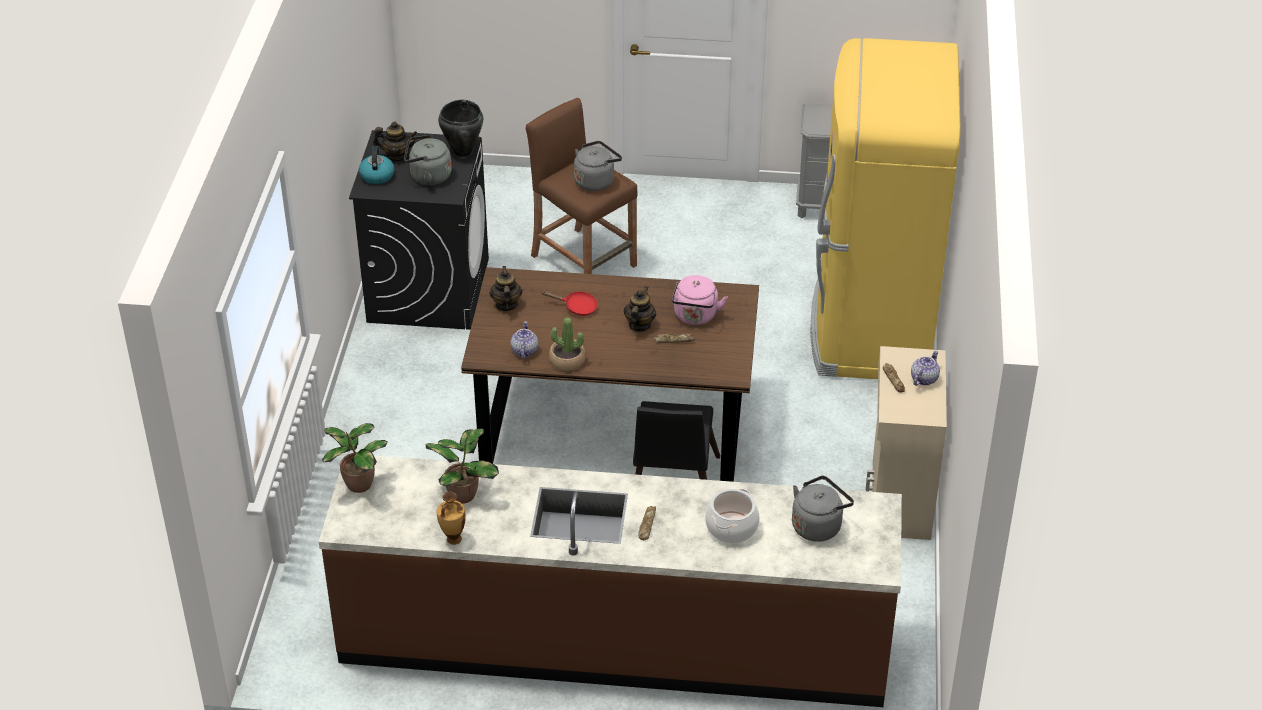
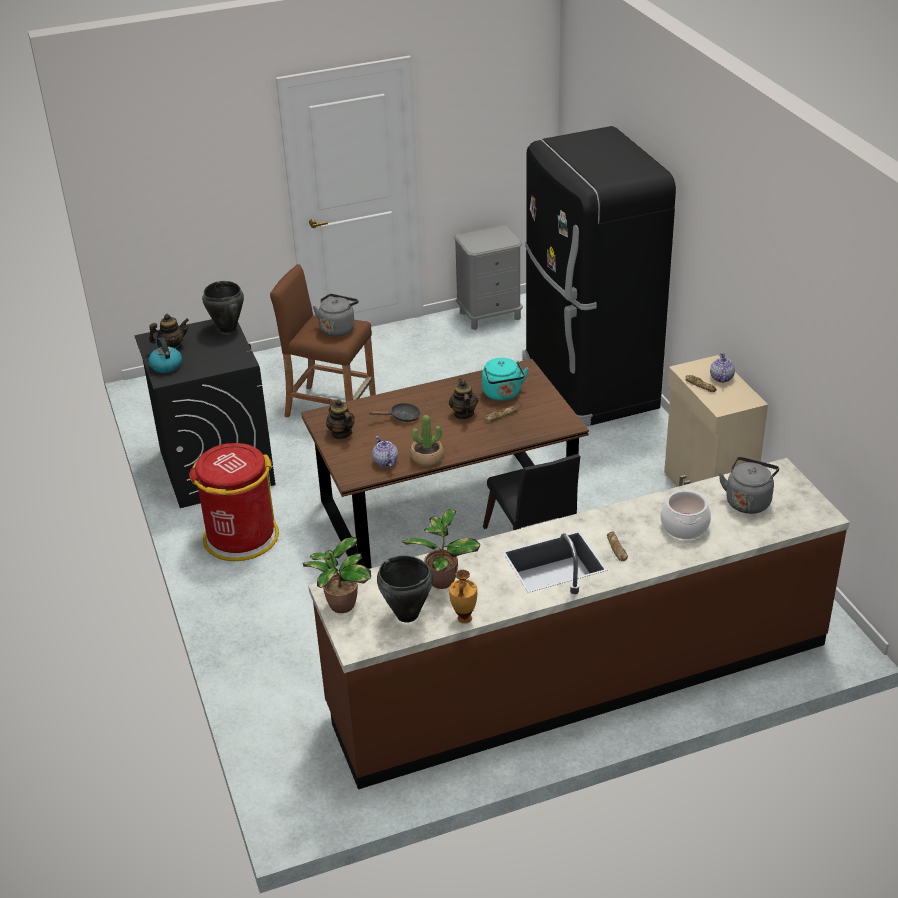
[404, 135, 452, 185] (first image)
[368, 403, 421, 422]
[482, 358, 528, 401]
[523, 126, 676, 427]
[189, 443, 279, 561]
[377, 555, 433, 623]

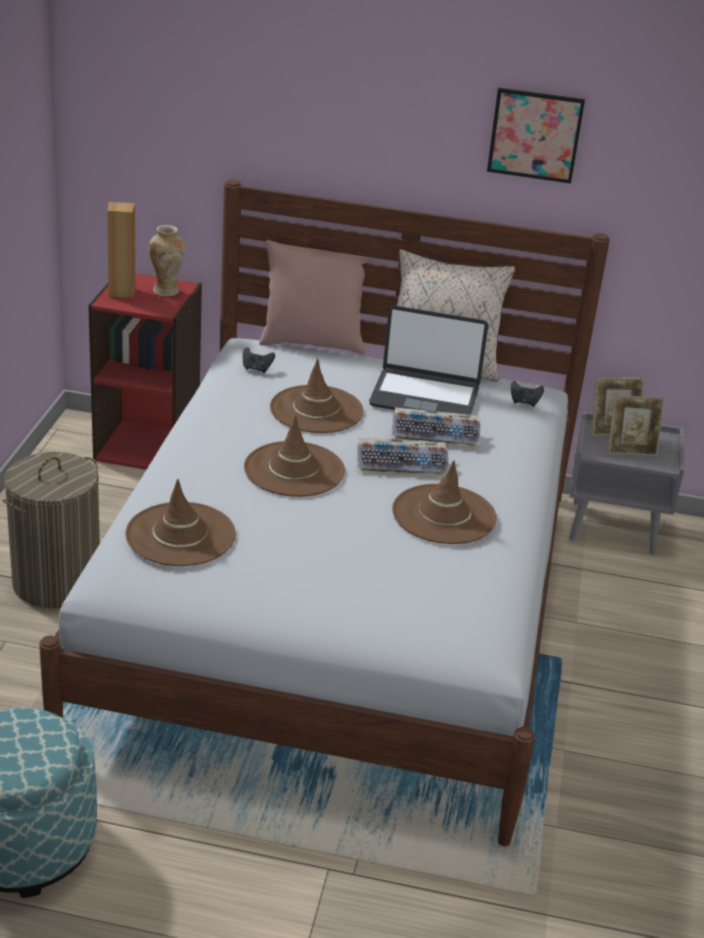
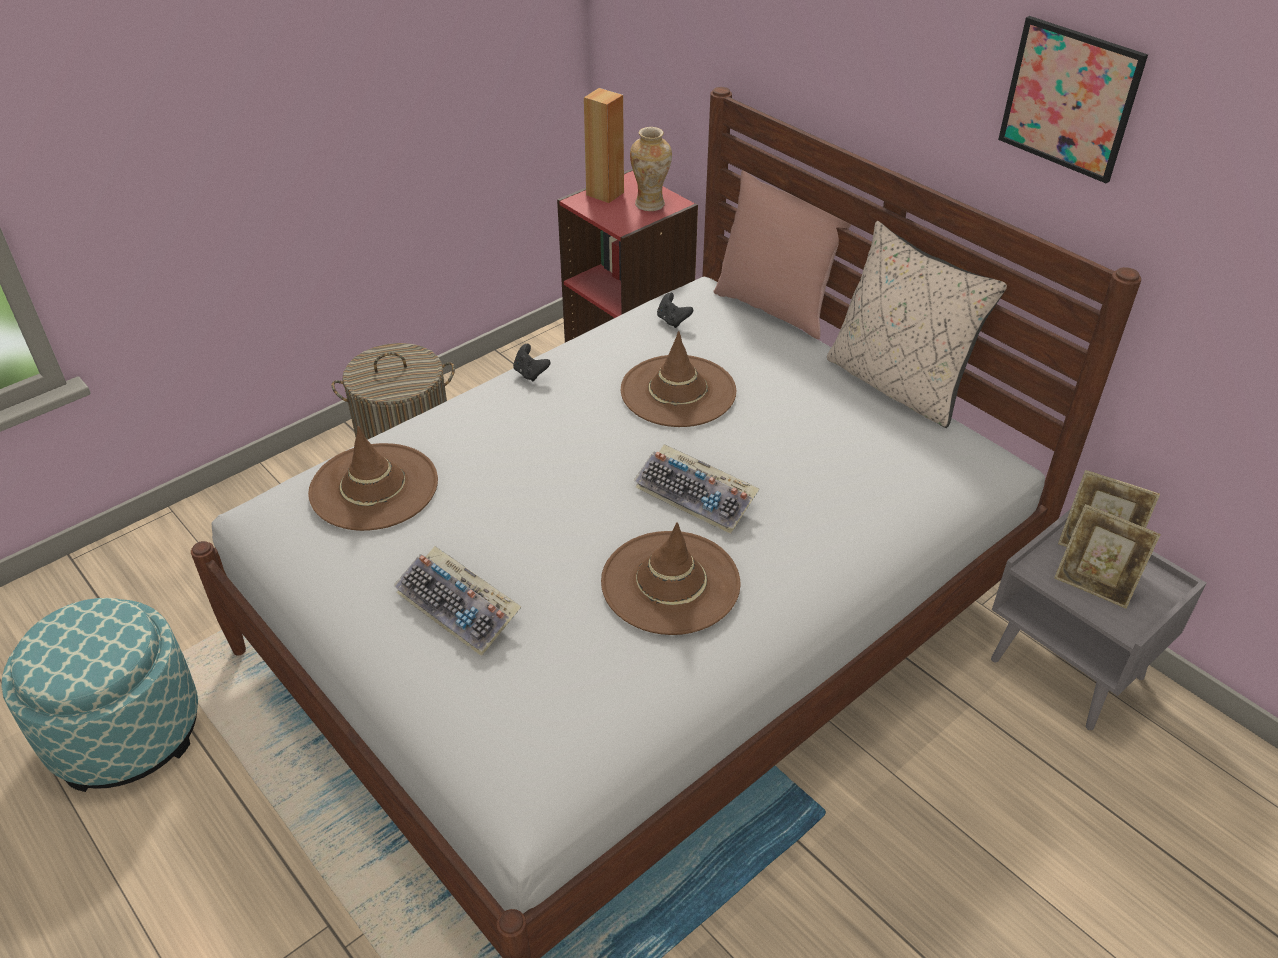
[244, 415, 345, 497] (first image)
[369, 305, 488, 415] (first image)
[393, 546, 521, 656]
[513, 344, 551, 381]

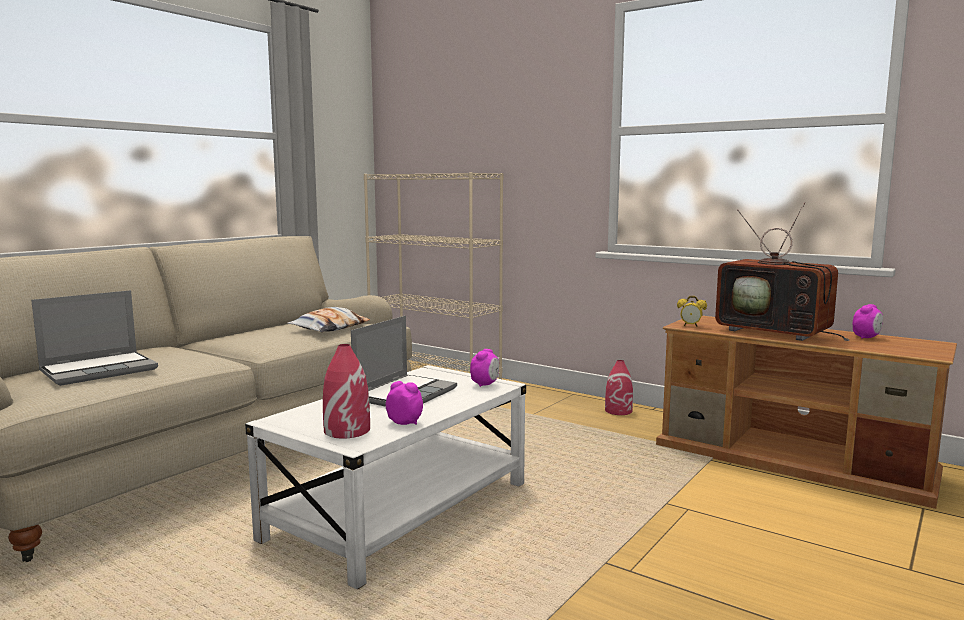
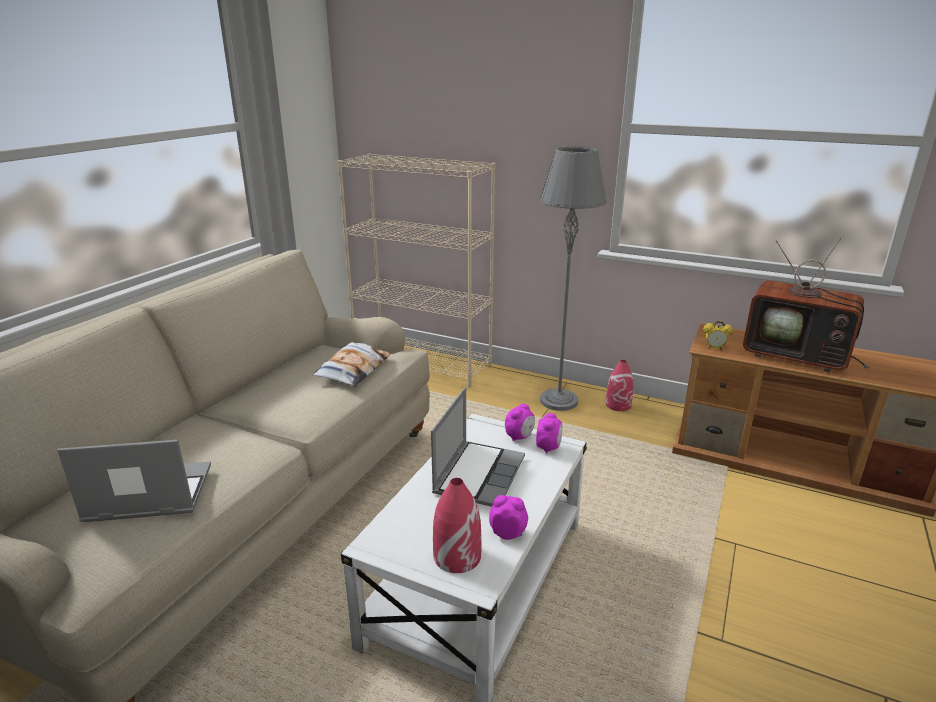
[57, 440, 211, 522]
[505, 404, 535, 441]
[540, 147, 607, 411]

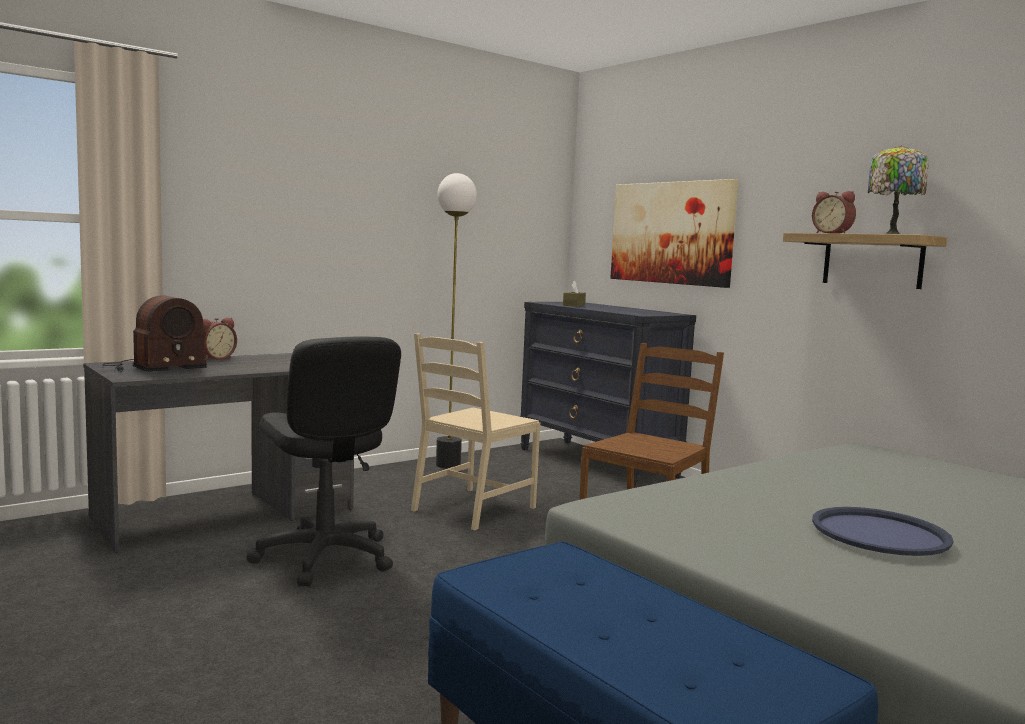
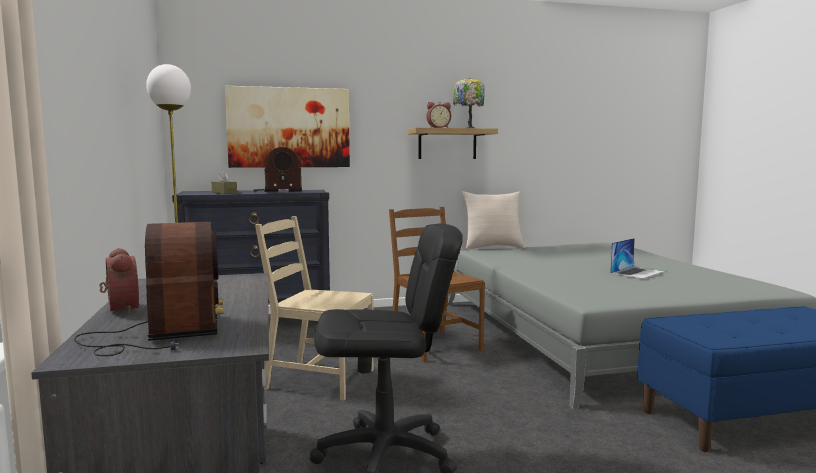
[255, 216, 374, 400]
[610, 238, 664, 279]
[253, 147, 302, 192]
[462, 191, 526, 250]

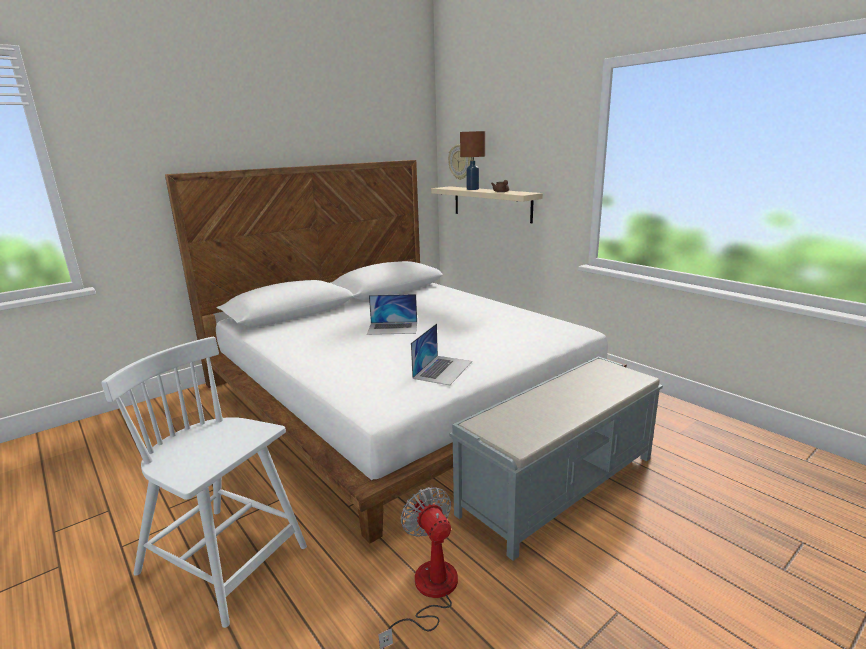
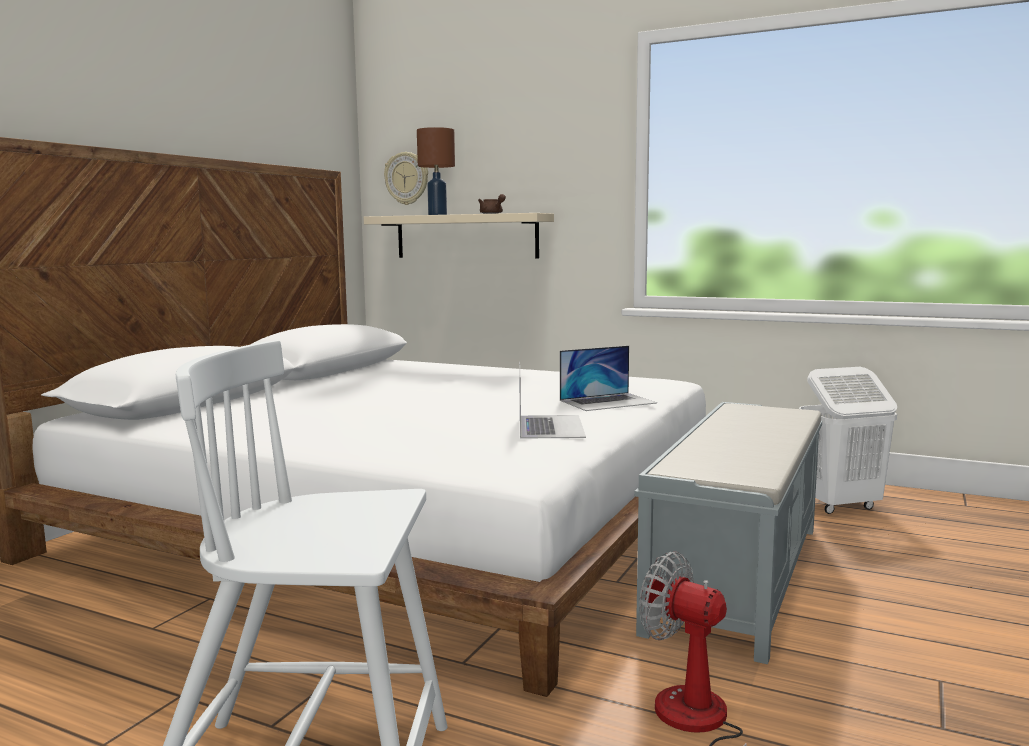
[560, 346, 657, 411]
[799, 367, 897, 514]

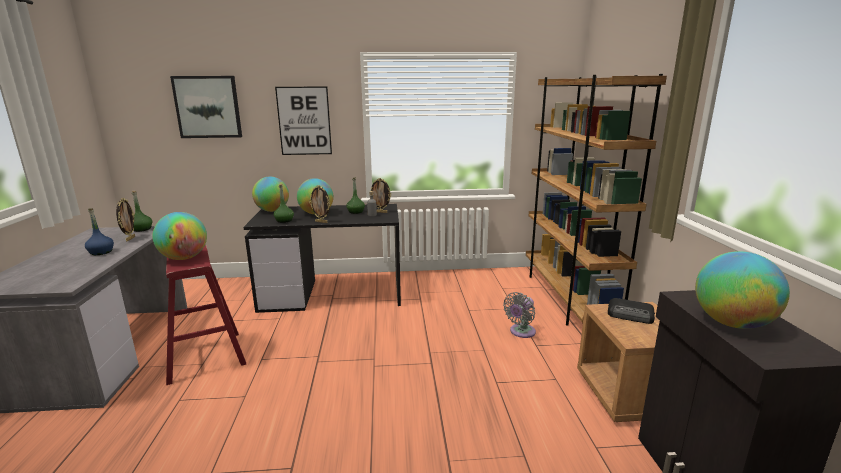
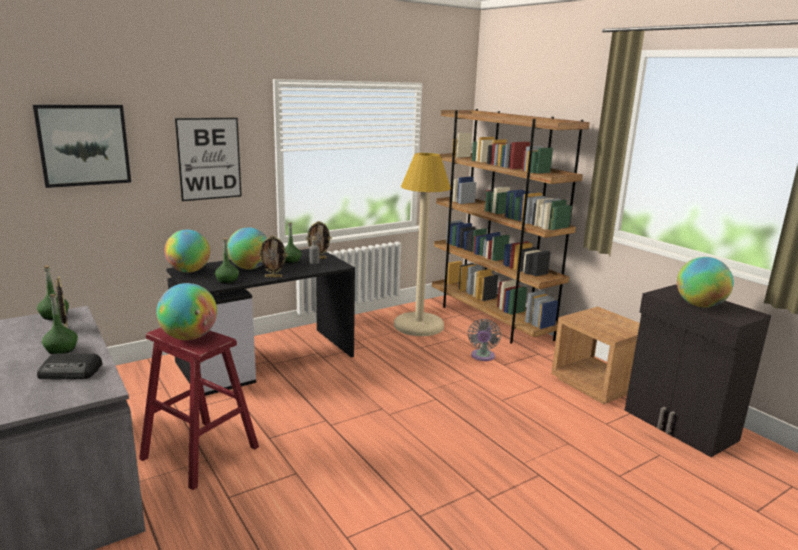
[42, 294, 78, 354]
[37, 353, 102, 379]
[394, 153, 451, 336]

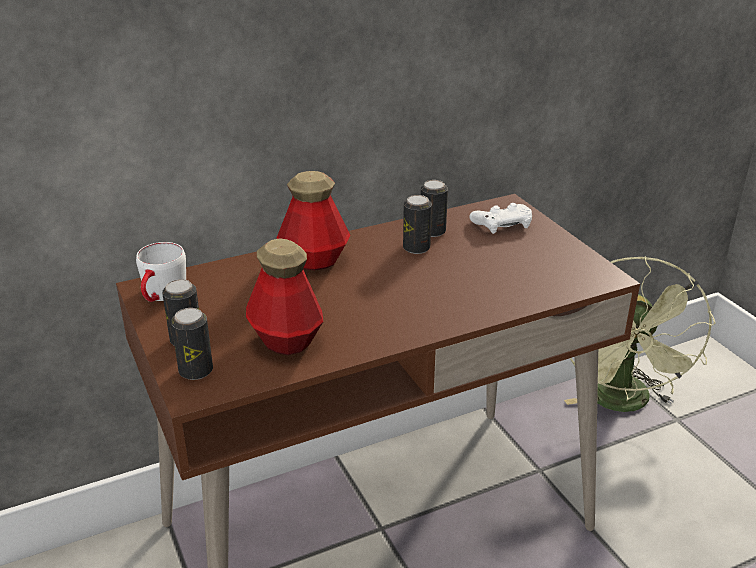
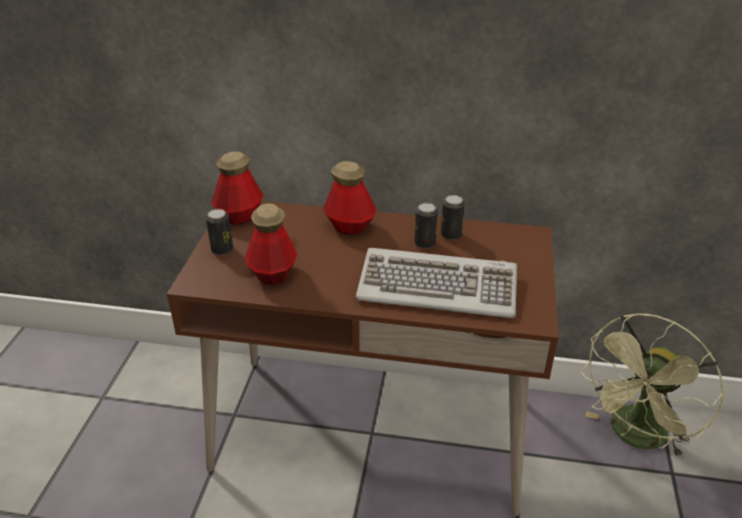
[211, 151, 264, 225]
[171, 308, 213, 380] (first image)
[469, 203, 532, 234] (first image)
[355, 248, 517, 318]

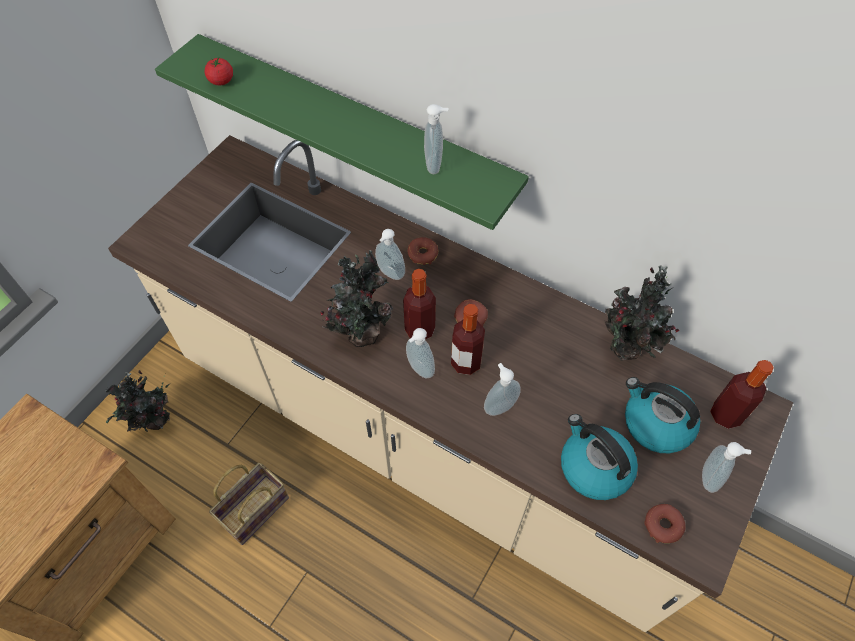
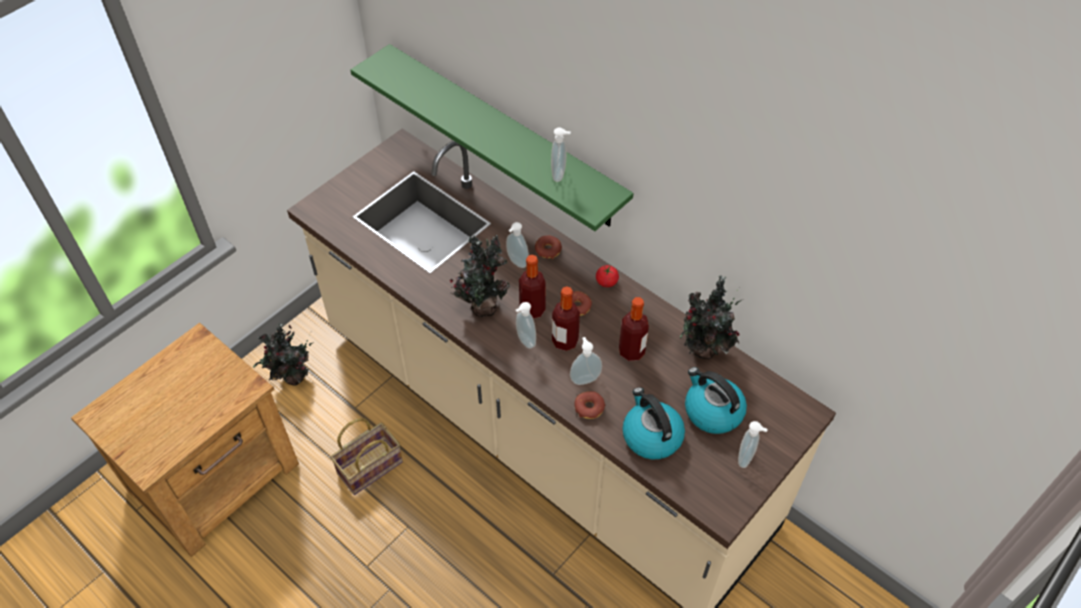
[596, 265, 619, 287]
[575, 391, 605, 419]
[619, 297, 649, 361]

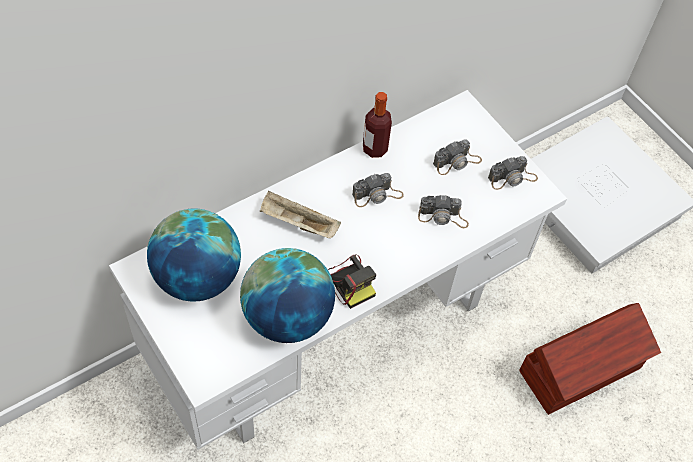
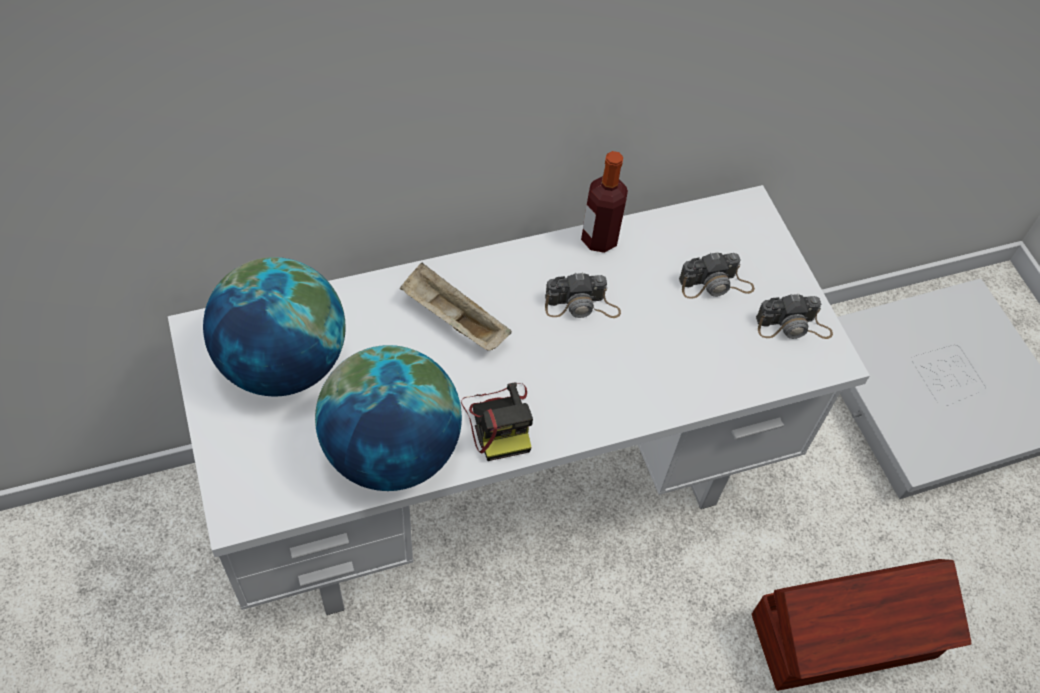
[418, 195, 469, 228] (first image)

